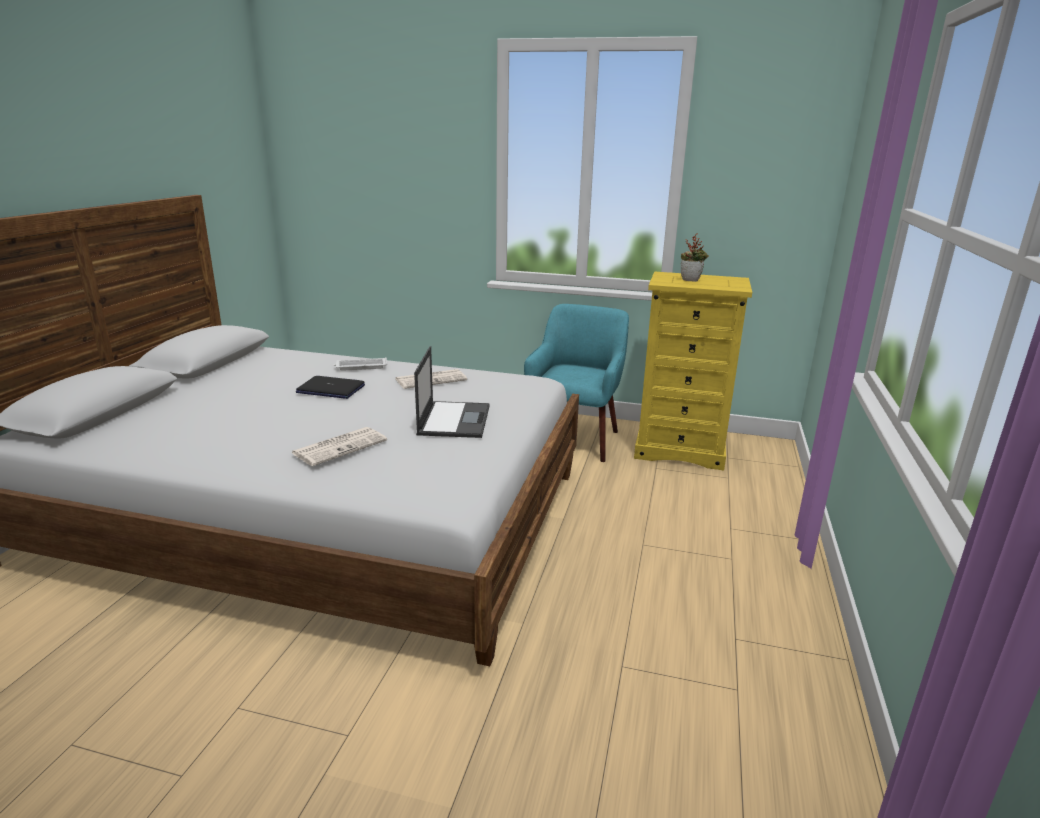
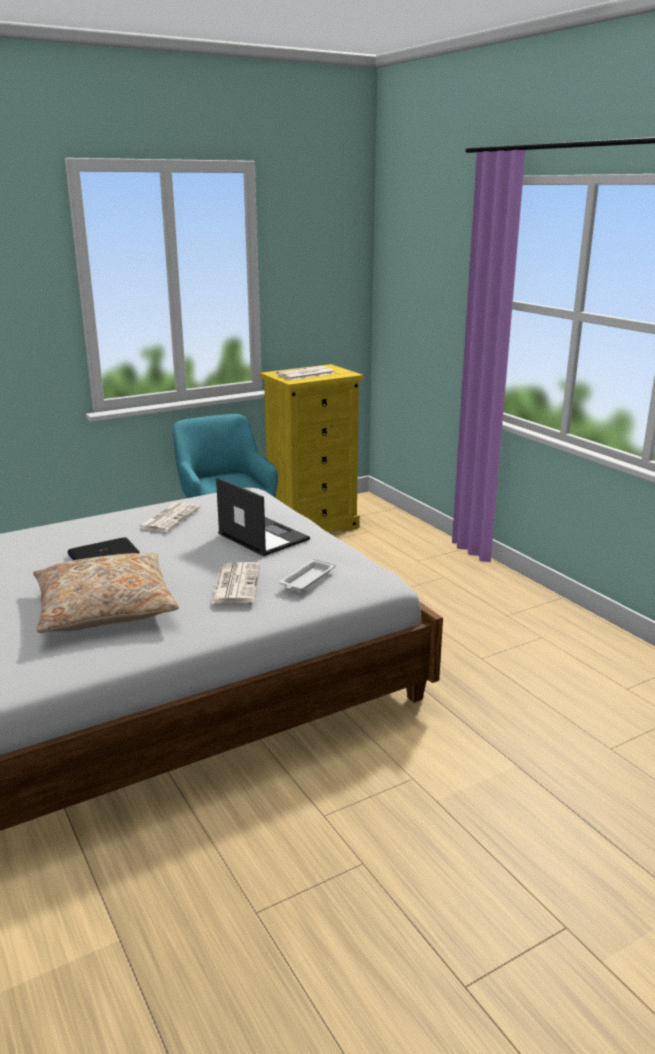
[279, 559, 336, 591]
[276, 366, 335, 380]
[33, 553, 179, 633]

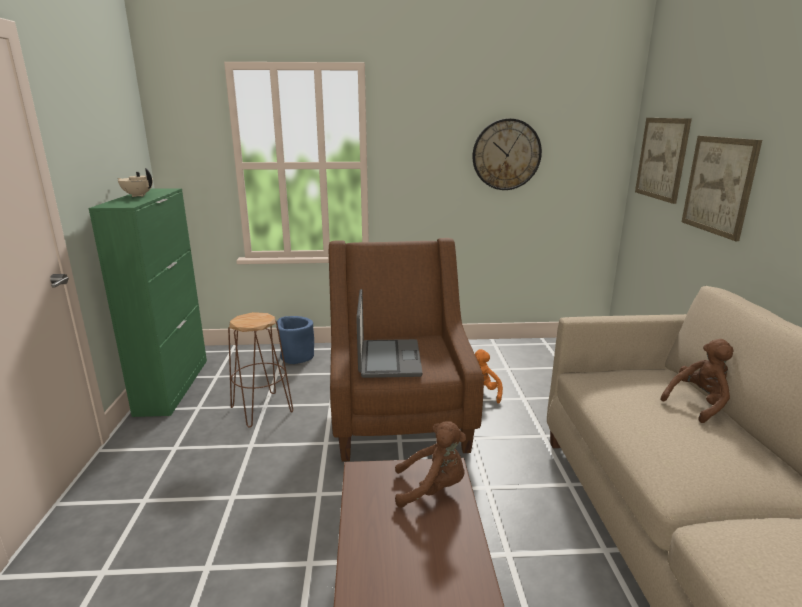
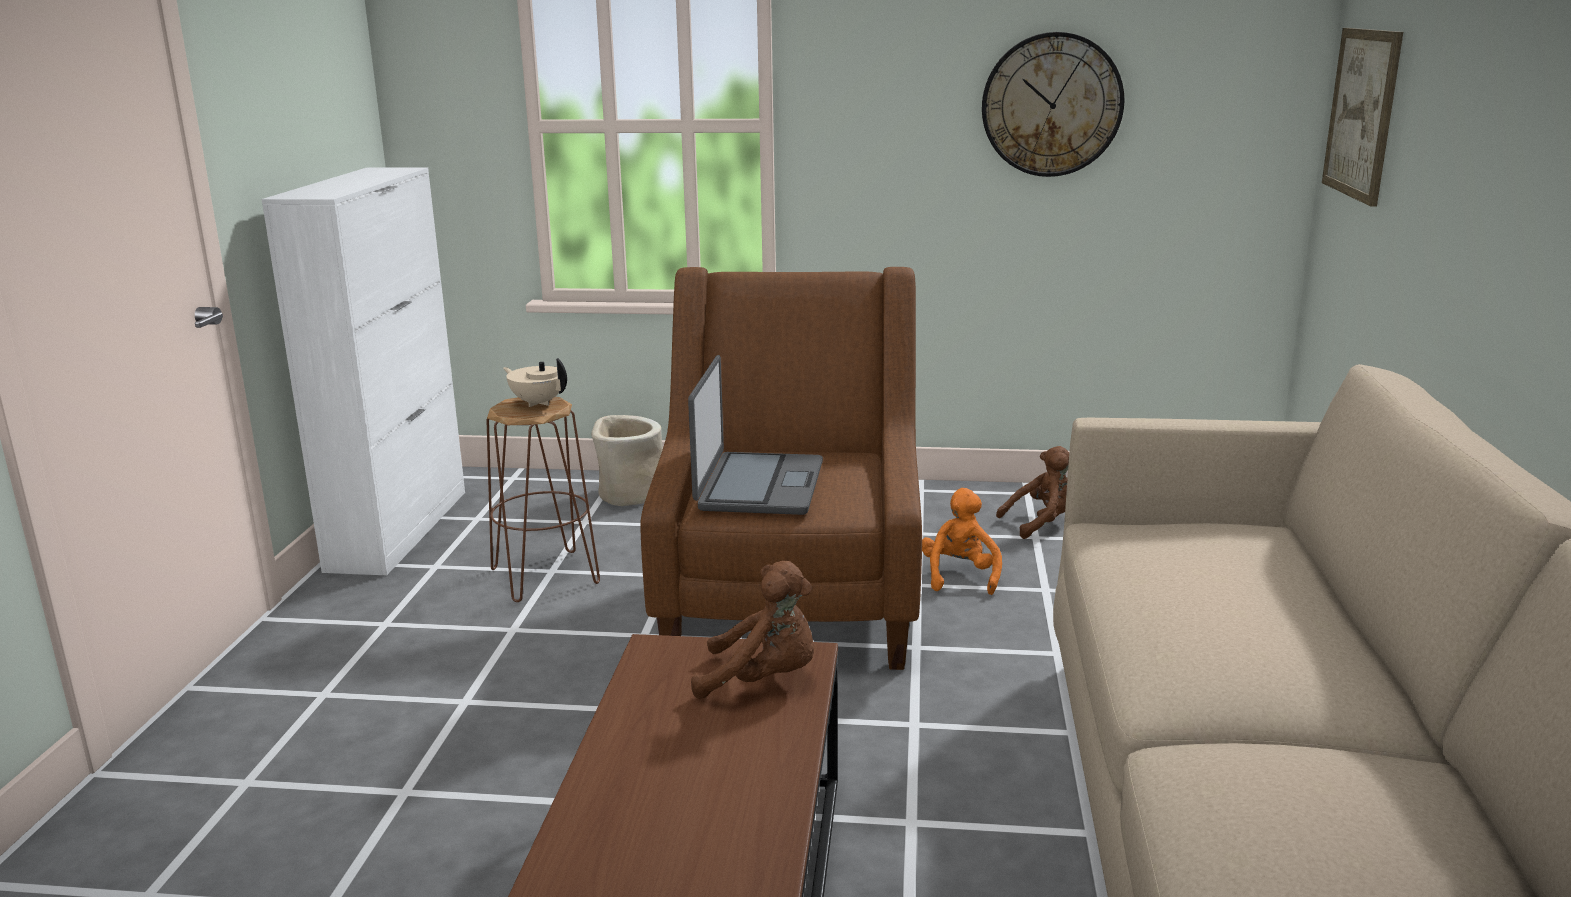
[261, 168, 465, 575]
[503, 358, 567, 407]
[591, 415, 663, 506]
[996, 446, 1069, 539]
[682, 136, 762, 241] (first image)

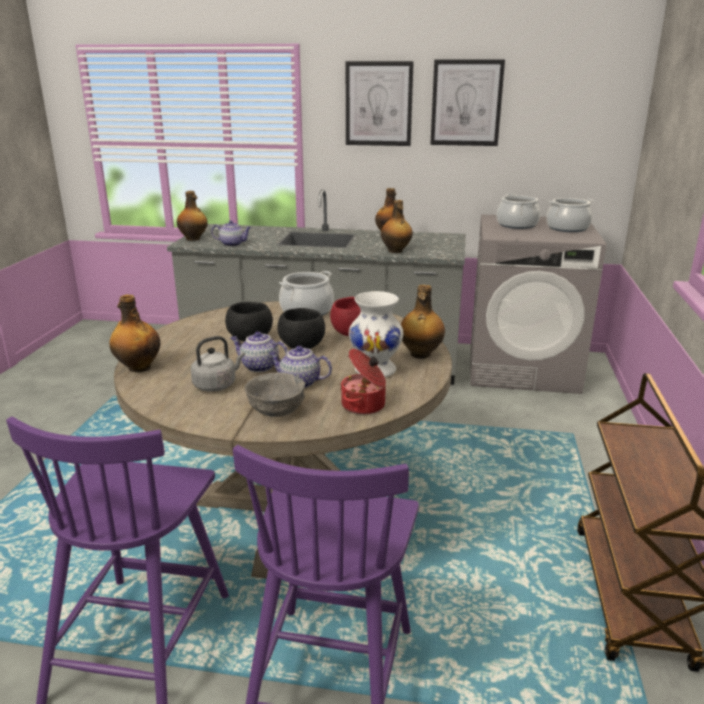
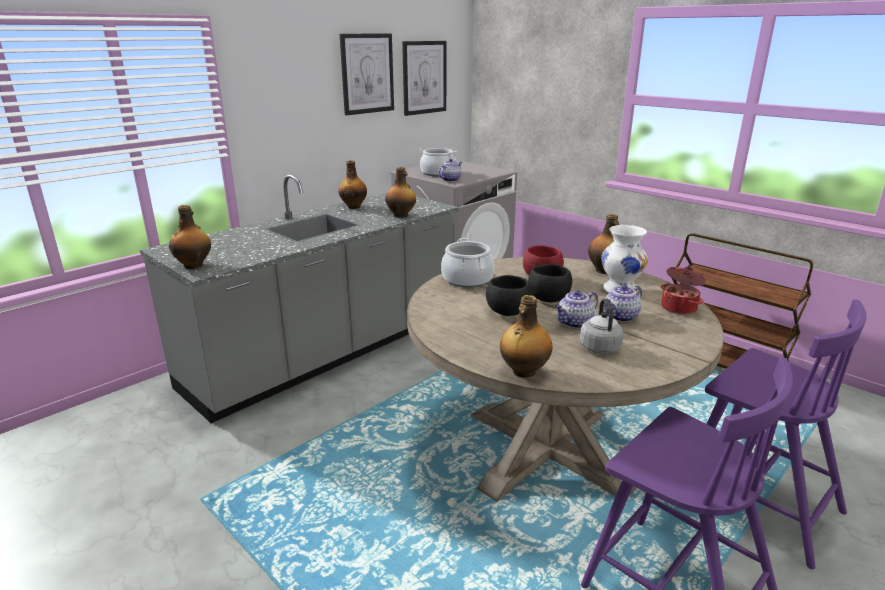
[438, 159, 462, 182]
[244, 373, 305, 417] (first image)
[402, 41, 447, 116]
[546, 198, 594, 232] (first image)

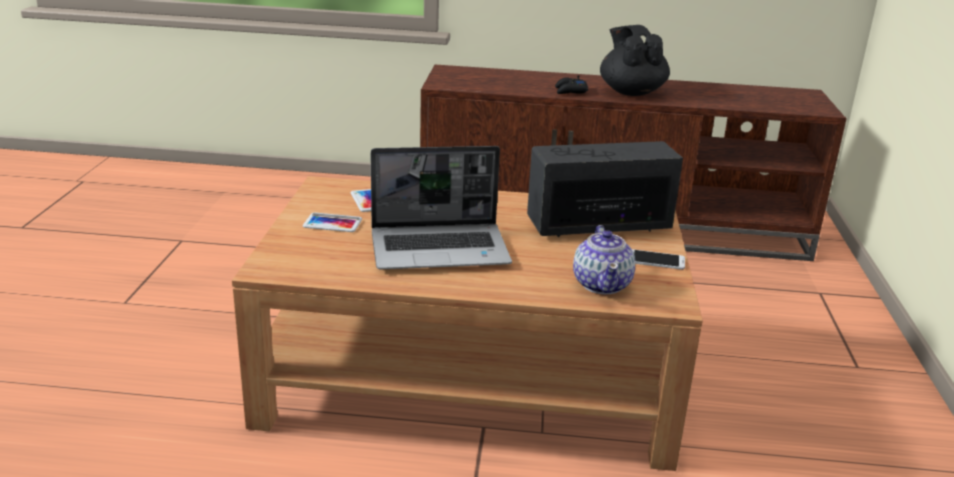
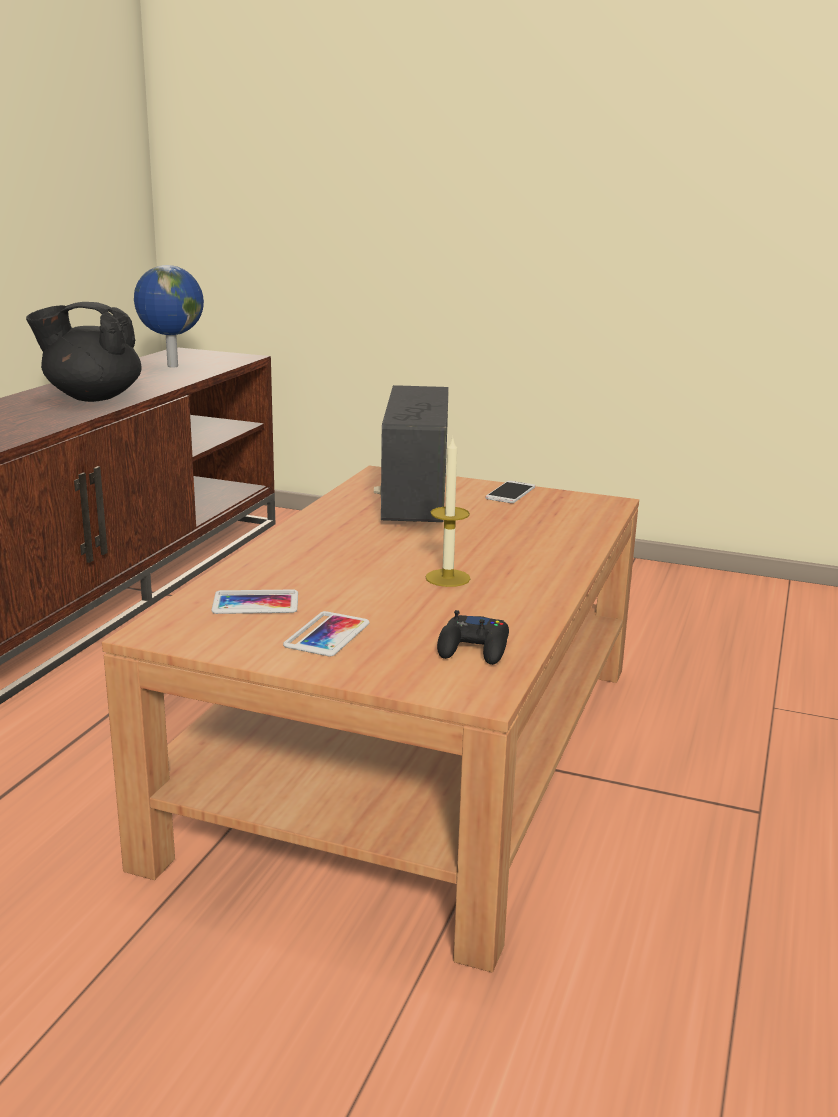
[425, 436, 470, 587]
[437, 610, 509, 665]
[573, 225, 635, 294] (first image)
[134, 265, 204, 368]

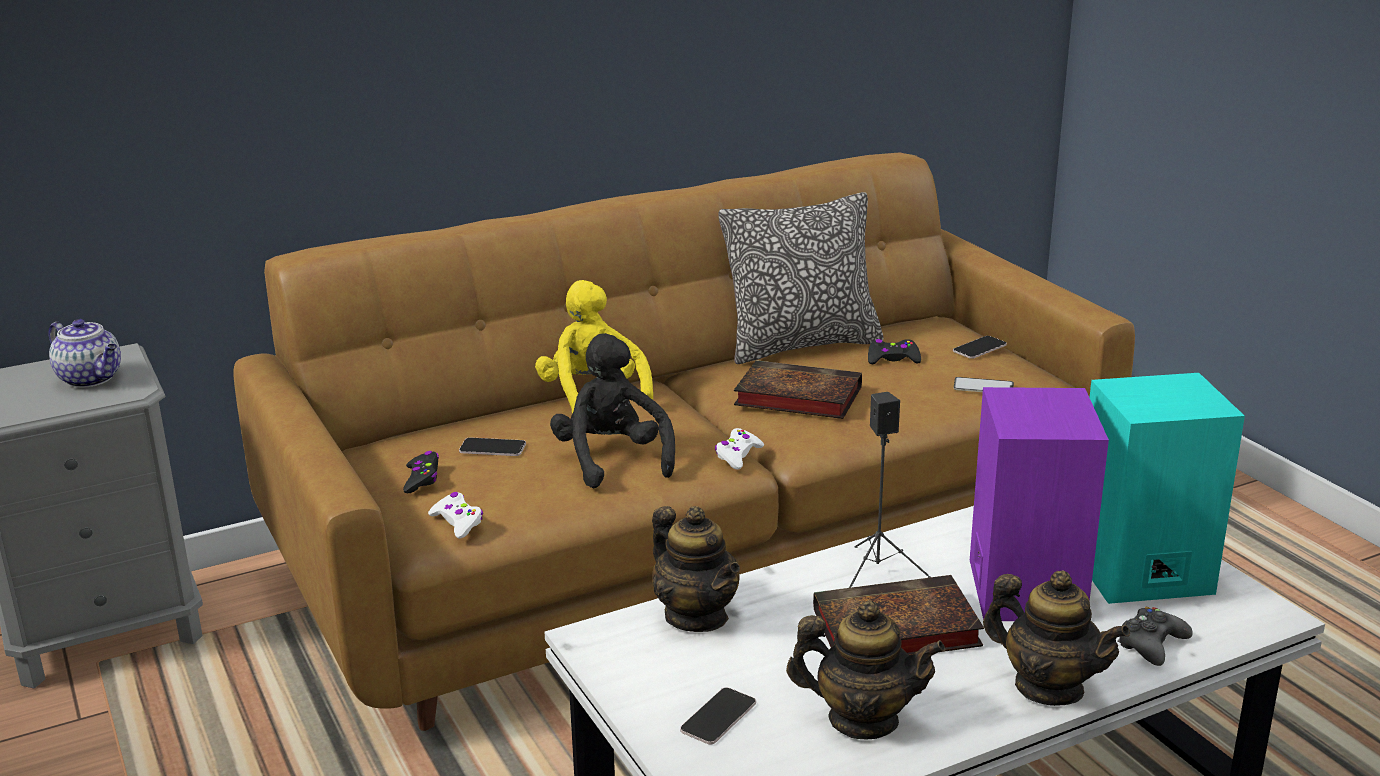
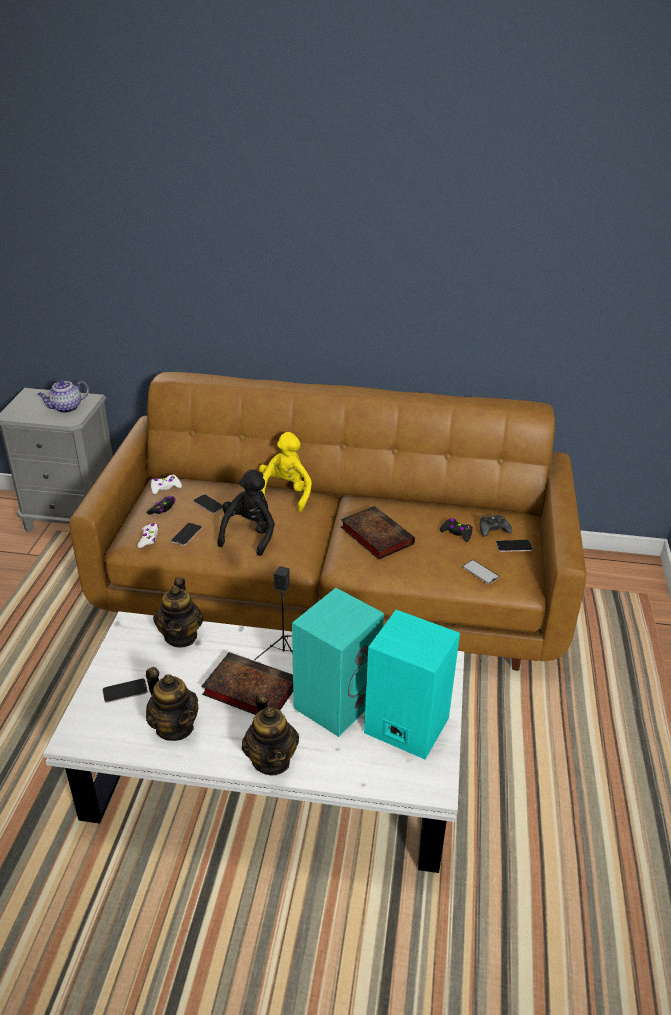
[37, 380, 89, 413]
[151, 475, 182, 494]
[719, 192, 884, 364] (first image)
[292, 588, 384, 737]
[480, 515, 512, 537]
[171, 523, 202, 546]

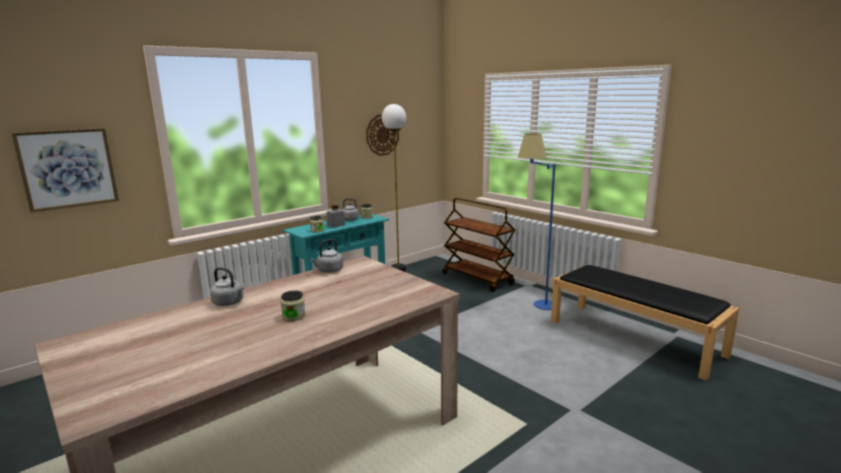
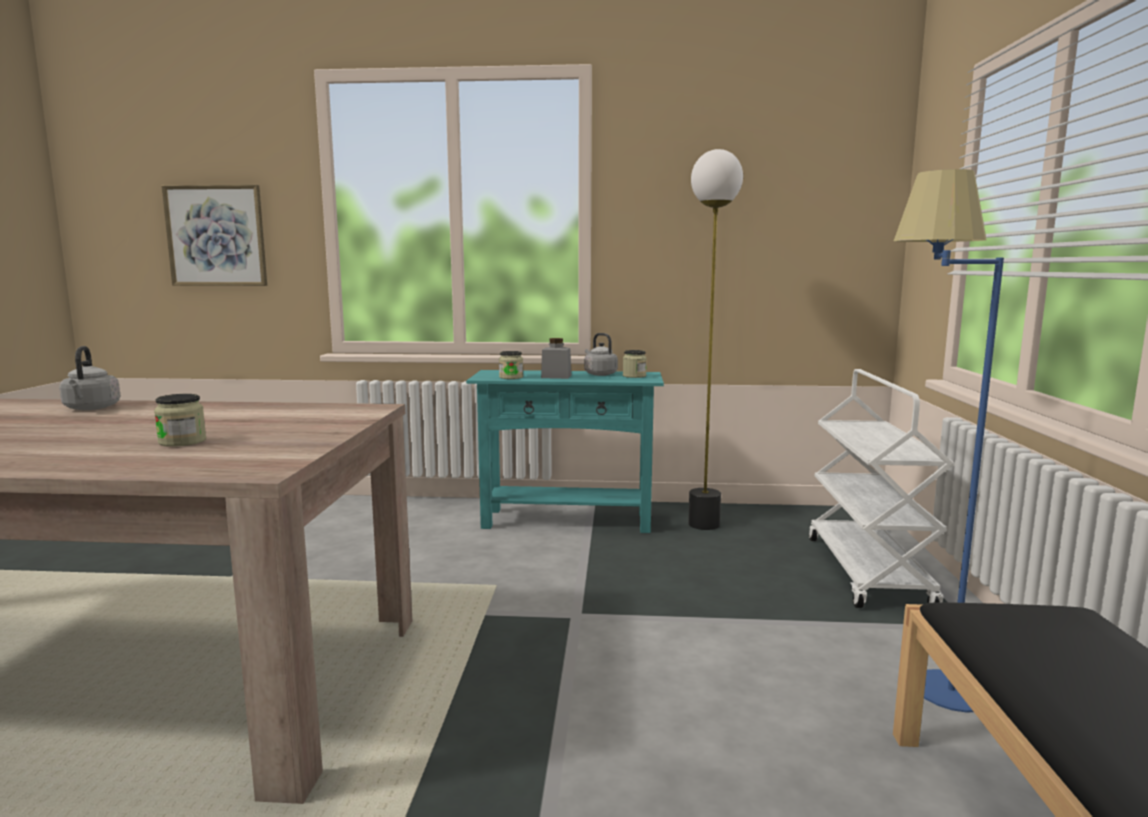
[154, 394, 206, 447]
[310, 239, 343, 273] (first image)
[366, 115, 399, 156] (first image)
[809, 369, 954, 608]

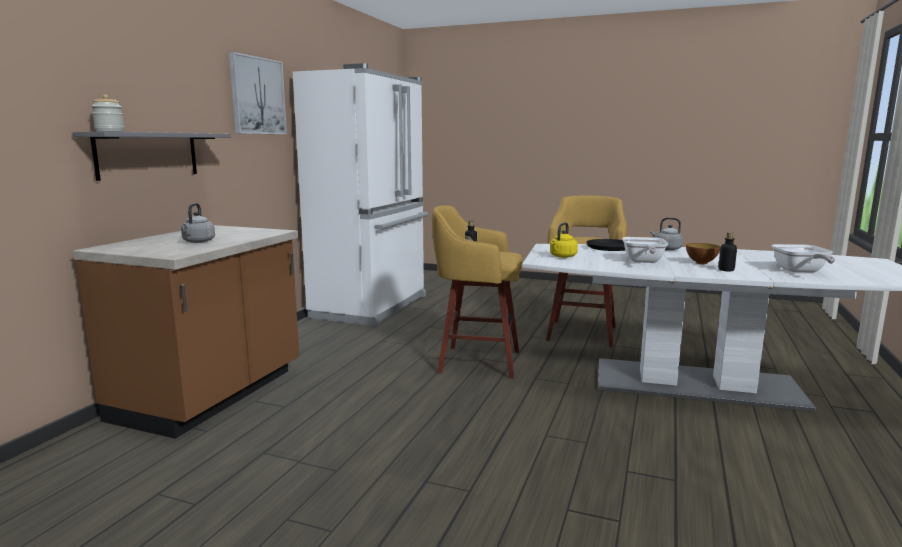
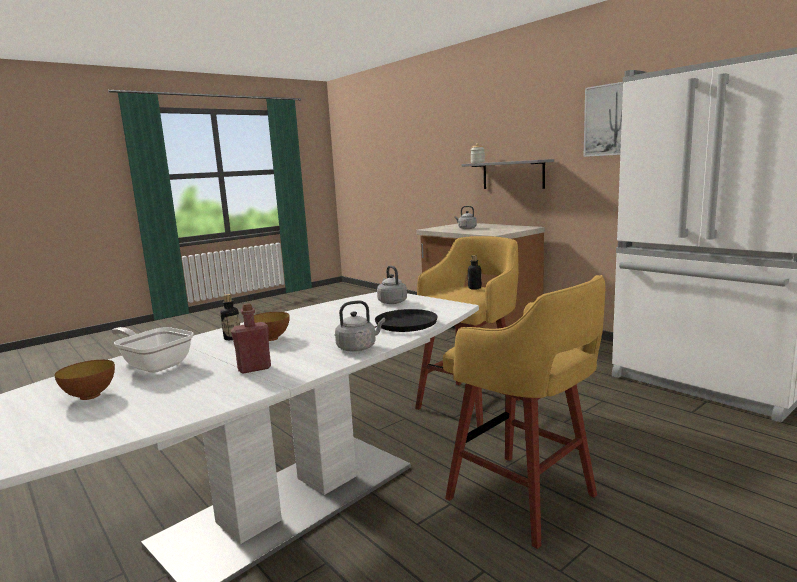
[377, 266, 407, 304]
[622, 237, 668, 263] (first image)
[54, 360, 115, 400]
[231, 303, 271, 374]

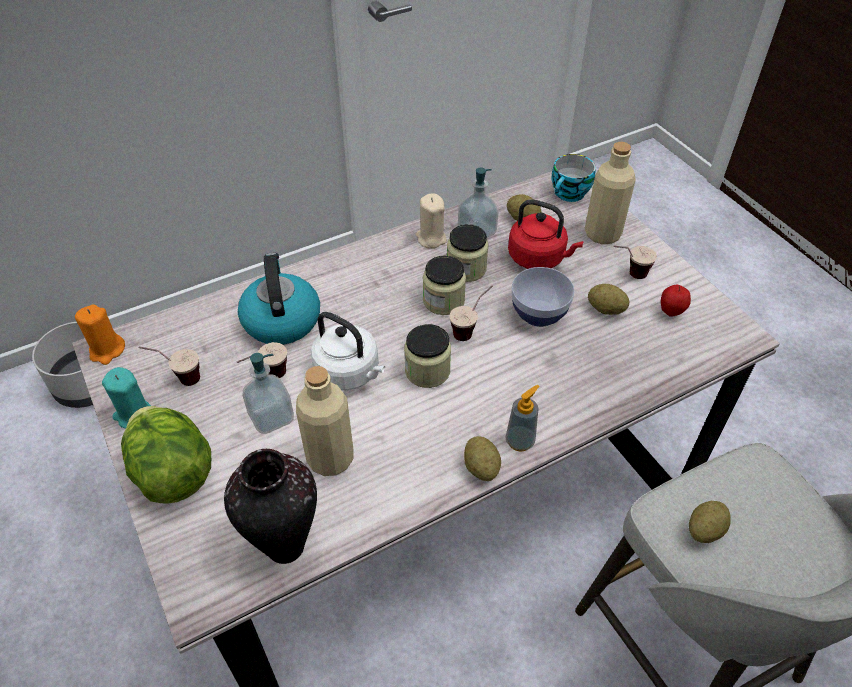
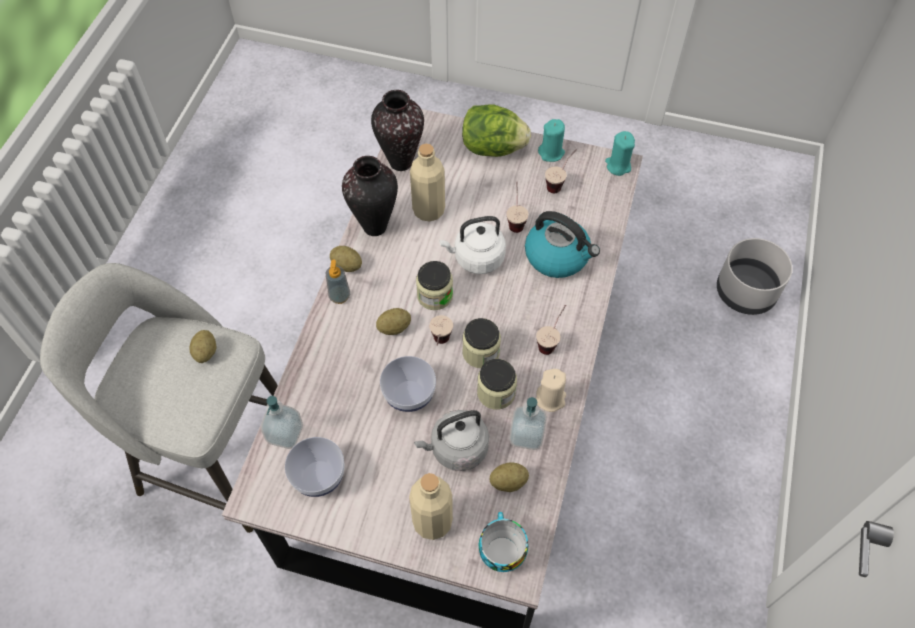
[605, 131, 635, 176]
[261, 396, 303, 449]
[414, 410, 489, 471]
[376, 308, 411, 335]
[536, 305, 566, 355]
[285, 437, 345, 497]
[342, 156, 398, 236]

